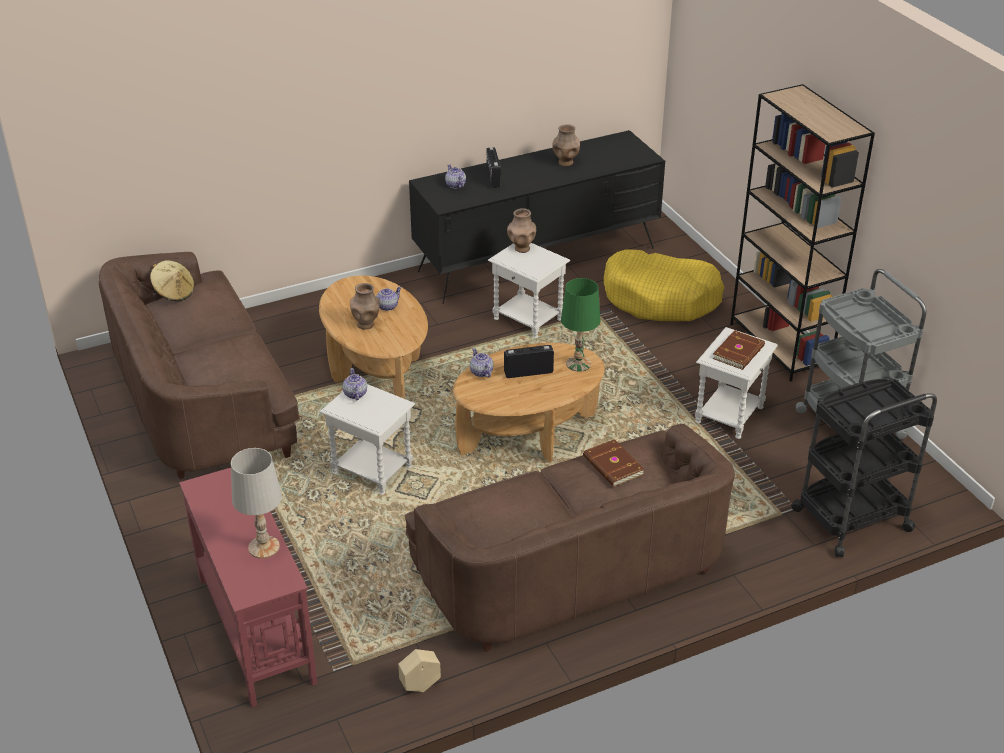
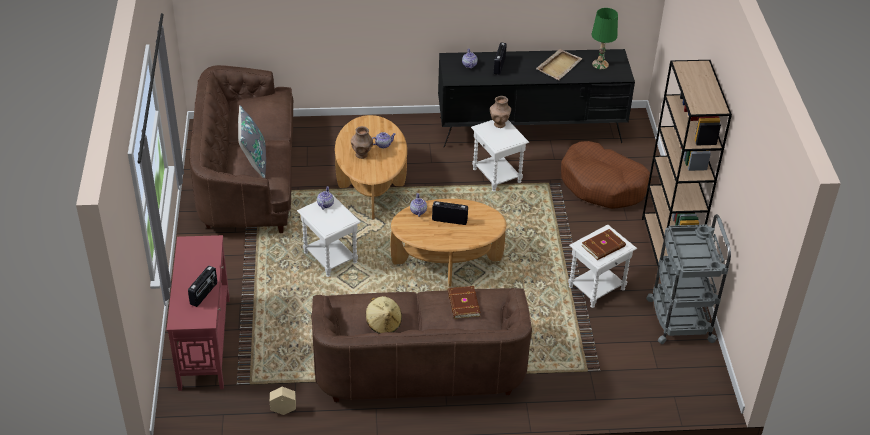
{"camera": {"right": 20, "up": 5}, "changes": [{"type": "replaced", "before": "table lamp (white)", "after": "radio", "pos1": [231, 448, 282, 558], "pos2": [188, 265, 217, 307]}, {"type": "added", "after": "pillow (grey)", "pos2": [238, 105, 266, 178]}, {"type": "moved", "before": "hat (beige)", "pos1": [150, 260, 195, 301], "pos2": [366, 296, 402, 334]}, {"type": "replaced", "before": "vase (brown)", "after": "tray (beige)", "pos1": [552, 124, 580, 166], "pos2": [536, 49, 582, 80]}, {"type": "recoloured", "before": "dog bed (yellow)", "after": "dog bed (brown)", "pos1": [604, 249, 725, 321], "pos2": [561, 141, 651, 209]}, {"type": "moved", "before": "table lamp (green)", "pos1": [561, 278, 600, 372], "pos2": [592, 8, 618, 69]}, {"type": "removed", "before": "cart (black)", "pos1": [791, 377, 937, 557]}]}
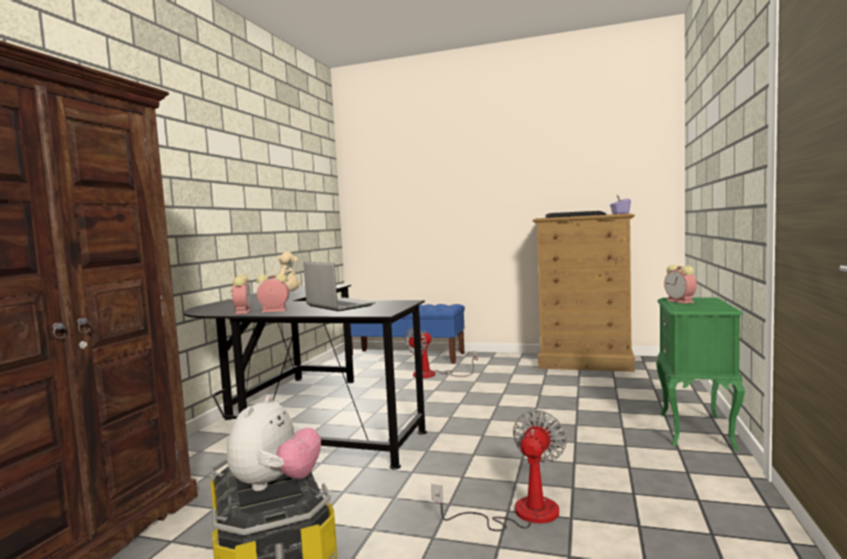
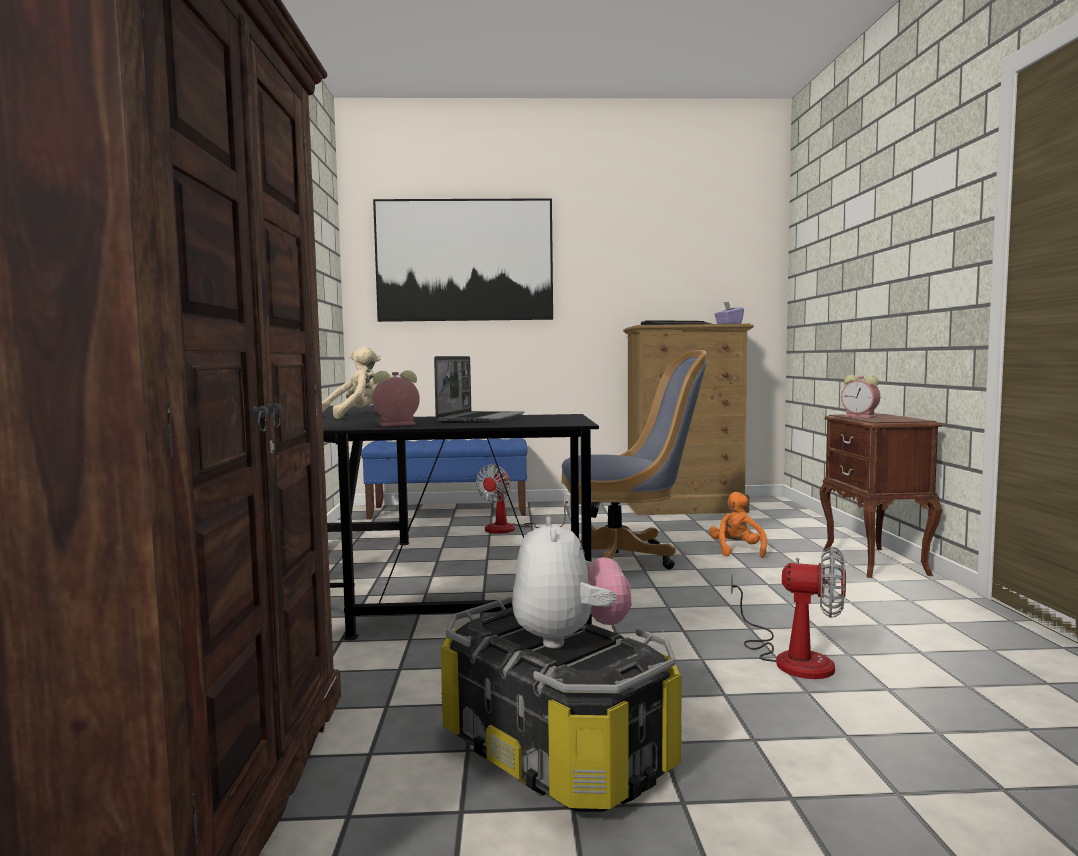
{"camera": {"right": -20, "up": 0}, "changes": [{"type": "added", "after": "picture", "pos2": [373, 198, 553, 322]}, {"type": "turned", "before": "laptop", "pos1": [304, 262, 376, 311], "pos2": [434, 356, 525, 423], "turn": 75}, {"type": "added", "after": "office chair (blue)", "pos2": [562, 350, 707, 570]}, {"type": "added", "after": "plush toy (orange)", "pos2": [709, 492, 767, 558]}, {"type": "turned", "before": "fan", "pos1": [431, 410, 567, 531], "pos2": [731, 546, 846, 679], "turn": 105}, {"type": "recoloured", "before": "nightstand (green)", "after": "nightstand (brown)", "pos1": [656, 297, 745, 451], "pos2": [819, 414, 942, 578]}, {"type": "removed", "before": "alarm clock", "pos1": [230, 275, 251, 314]}]}
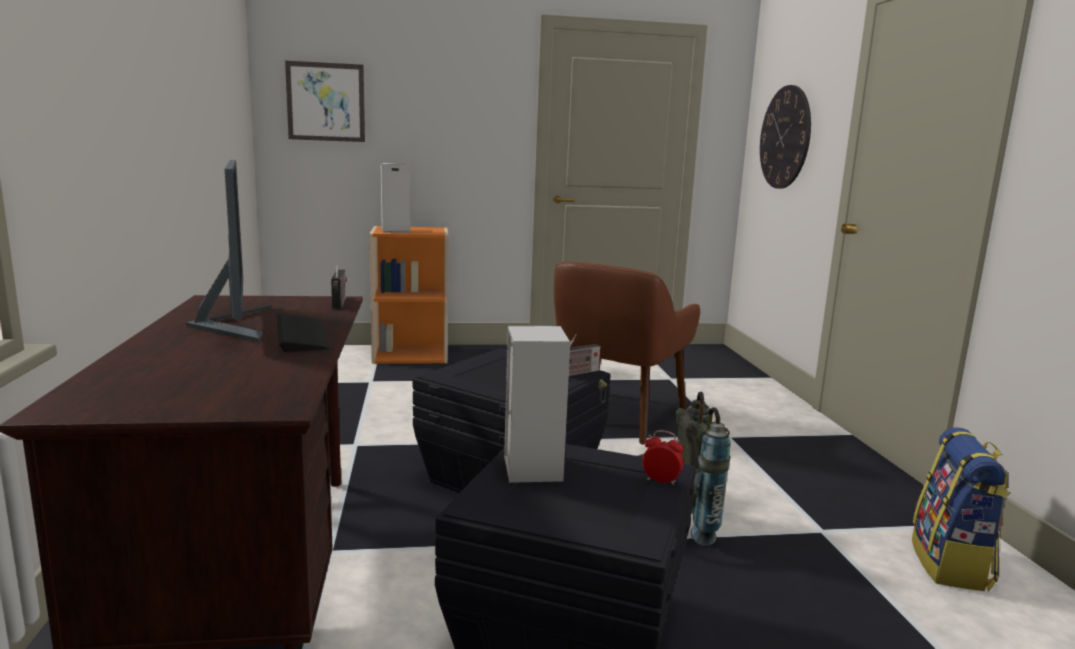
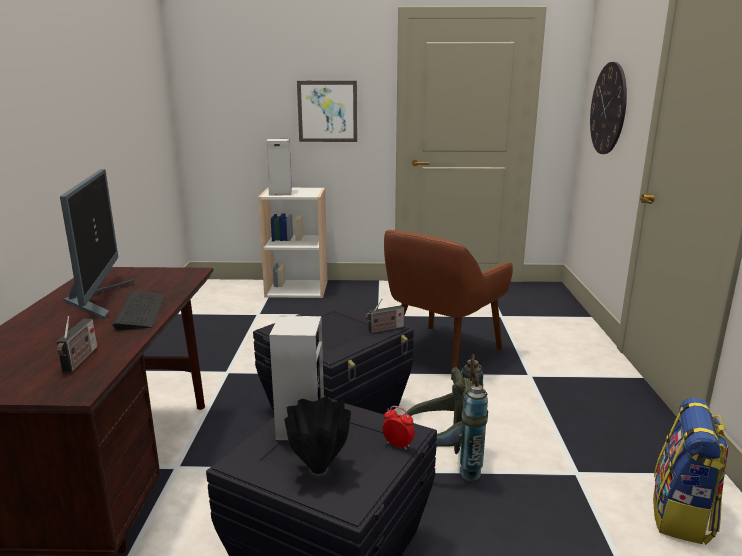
{"camera": {"right": 10, "up": 5}, "changes": [{"type": "moved", "before": "radio", "pos1": [331, 259, 347, 309], "pos2": [56, 316, 97, 372]}, {"type": "recoloured", "before": "bookcase (orange)", "after": "bookcase (white)", "pos1": [369, 226, 449, 364], "pos2": [258, 188, 328, 298]}, {"type": "added", "after": "vase (black)", "pos2": [284, 397, 351, 474]}, {"type": "moved", "before": "picture", "pos1": [285, 61, 365, 142], "pos2": [297, 81, 357, 142]}]}
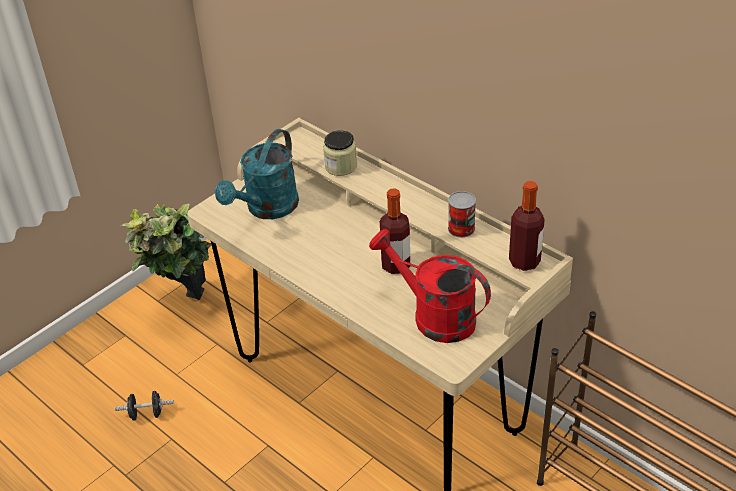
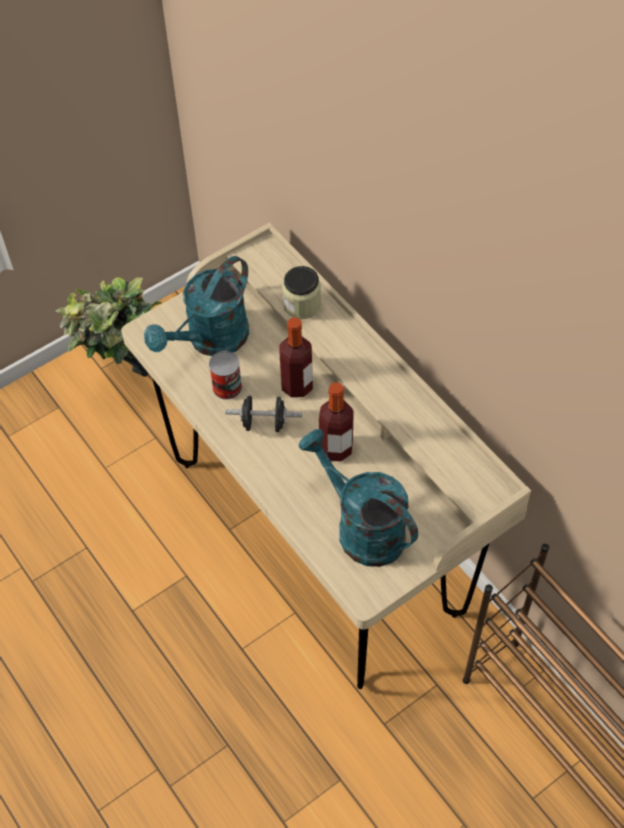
{"camera": {"right": 10, "up": 15}, "changes": [{"type": "moved", "before": "can", "pos1": [448, 191, 476, 238], "pos2": [209, 351, 242, 400]}, {"type": "moved", "before": "dumbbell (black)", "pos1": [115, 391, 174, 421], "pos2": [225, 395, 302, 432]}, {"type": "moved", "before": "bottle", "pos1": [509, 181, 545, 271], "pos2": [279, 318, 313, 398]}, {"type": "recoloured", "before": "watering can (red)", "after": "watering can (turquoise)", "pos1": [369, 229, 491, 343], "pos2": [299, 429, 418, 567]}]}
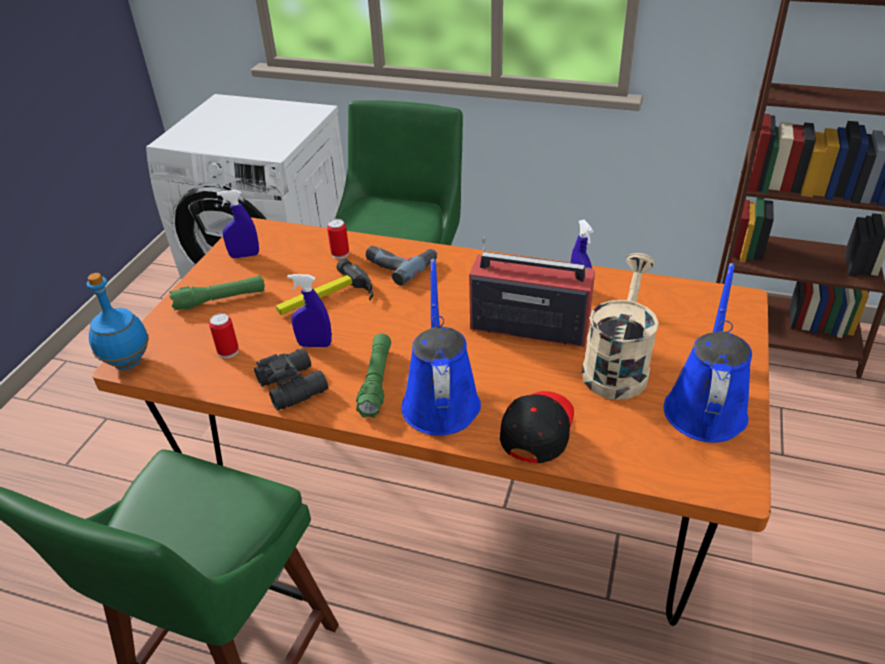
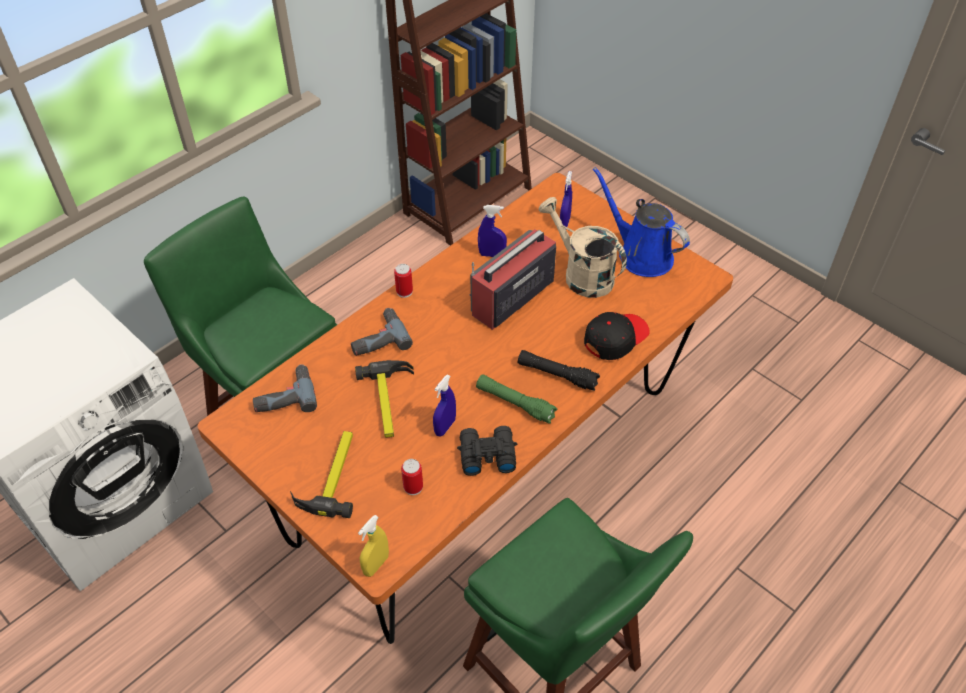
{"camera": {"right": -65, "up": 10}, "changes": [{"type": "added", "after": "power drill", "pos2": [253, 364, 317, 412]}, {"type": "replaced", "before": "flashlight (green)", "after": "hammer", "pos1": [169, 275, 265, 310], "pos2": [290, 431, 353, 518]}, {"type": "replaced", "before": "bottle (blue)", "after": "spray bottle (yellow)", "pos1": [87, 273, 149, 370], "pos2": [358, 515, 389, 577]}, {"type": "moved", "before": "can", "pos1": [327, 219, 349, 259], "pos2": [394, 264, 413, 298]}, {"type": "replaced", "before": "watering can (blue)", "after": "flashlight (black)", "pos1": [401, 259, 481, 436], "pos2": [518, 350, 600, 391]}, {"type": "moved", "before": "spray bottle (blue)", "pos1": [217, 190, 259, 258], "pos2": [560, 171, 572, 227]}, {"type": "turned", "before": "cap (black)", "pos1": [500, 391, 574, 463], "pos2": [584, 312, 650, 360], "turn": 90}]}
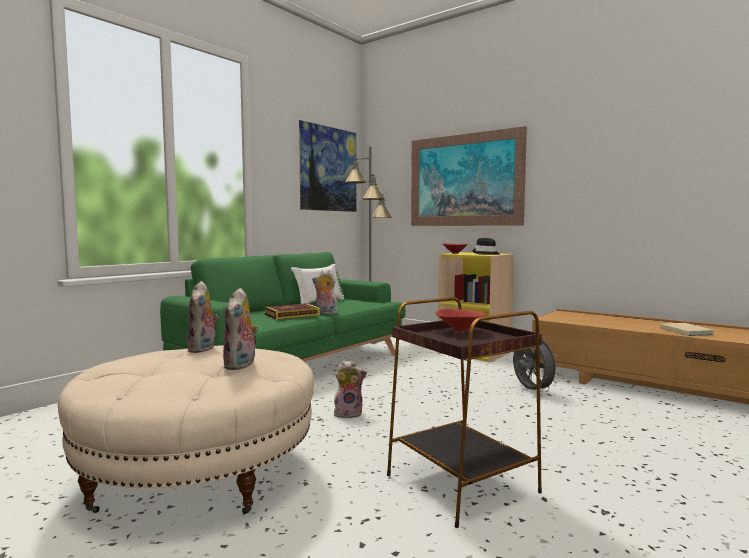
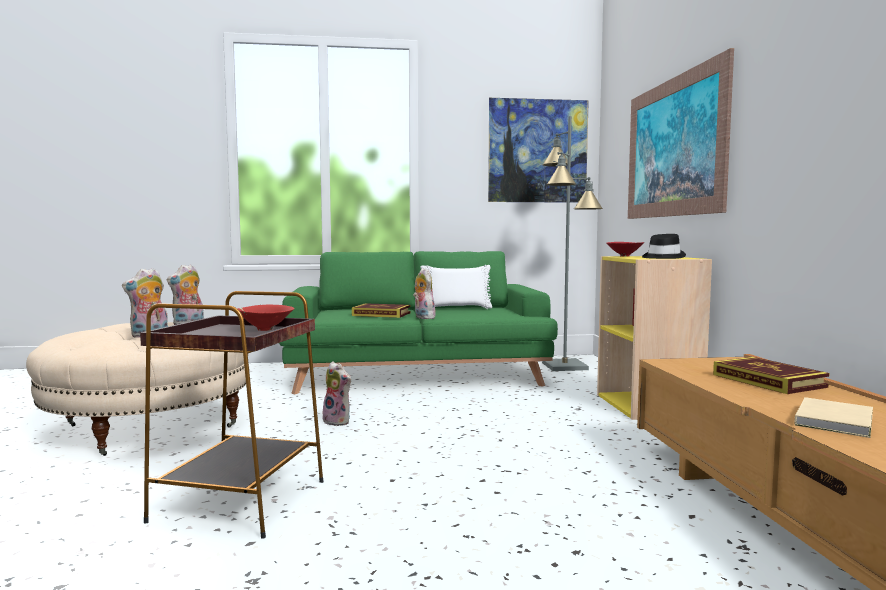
{"camera": {"right": 45, "up": 0}, "changes": [{"type": "added", "after": "book", "pos2": [713, 357, 829, 394]}, {"type": "removed", "before": "fan (grey)", "pos1": [513, 336, 560, 392]}]}
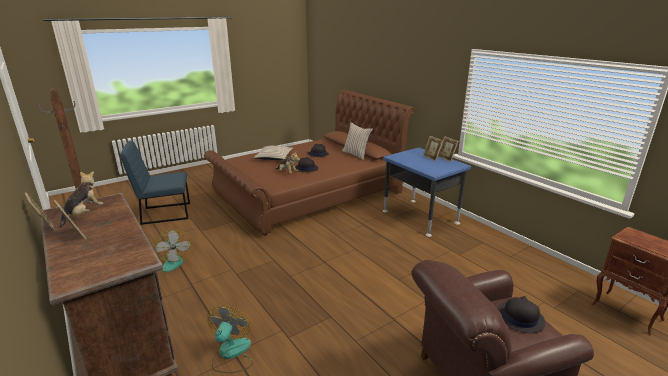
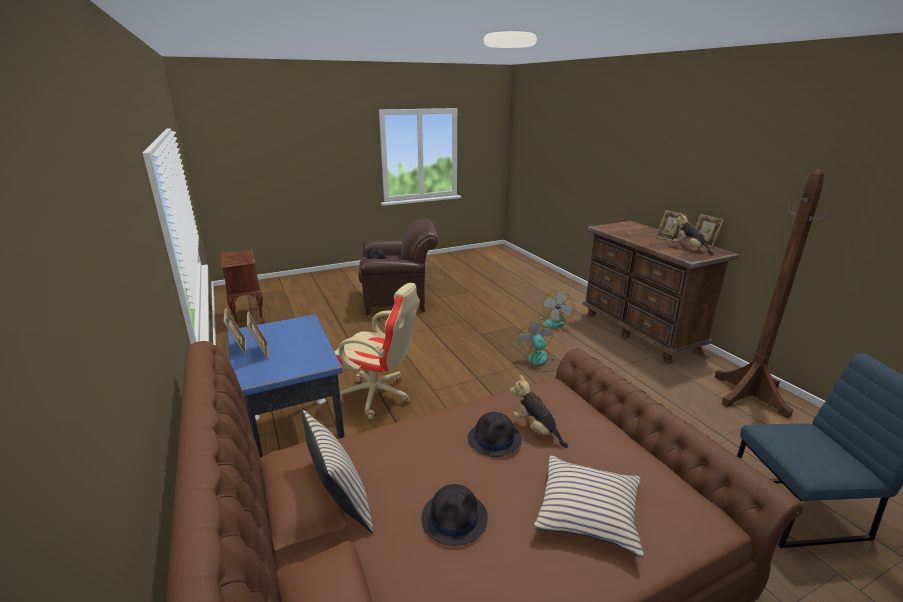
{"camera": {"right": -170, "up": 0}, "changes": [{"type": "added", "after": "office chair (beige)", "pos2": [334, 283, 420, 419]}, {"type": "moved", "before": "fan", "pos1": [154, 229, 191, 272], "pos2": [518, 320, 560, 372]}, {"type": "turned", "before": "plush toy", "pos1": [60, 171, 103, 228], "pos2": [673, 213, 714, 255], "turn": 120}]}
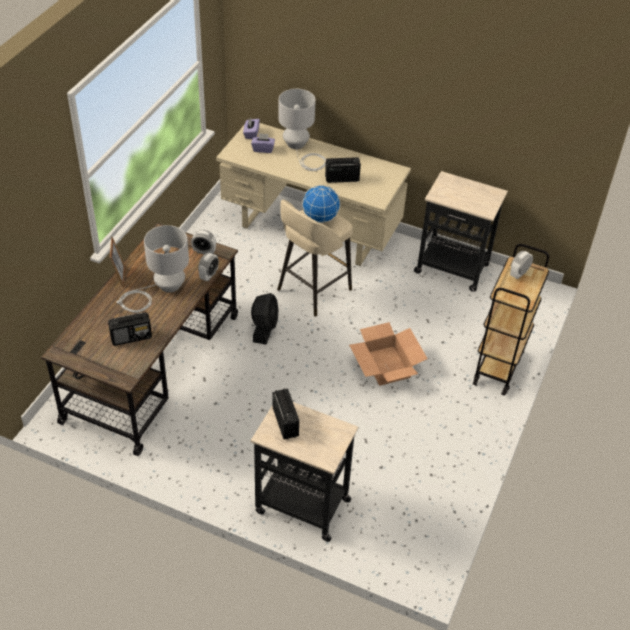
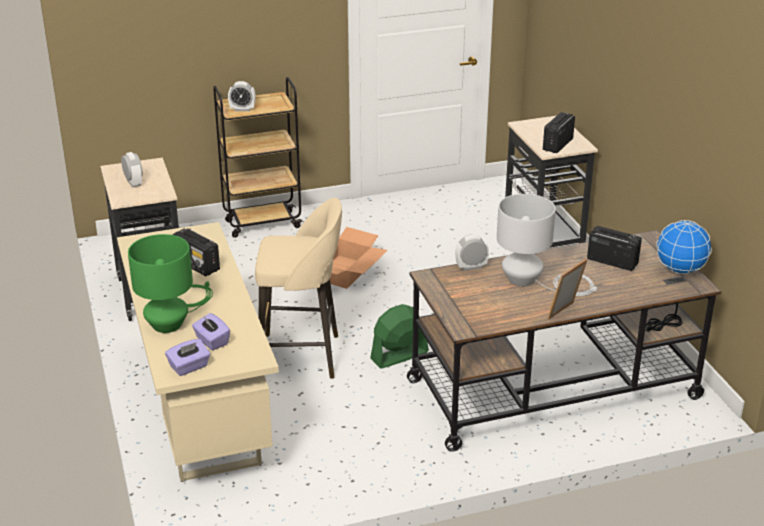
{"camera": {"right": -130, "up": -15}, "changes": [{"type": "moved", "before": "alarm clock", "pos1": [191, 230, 216, 254], "pos2": [121, 152, 143, 187]}, {"type": "recoloured", "before": "table lamp (grey)", "after": "table lamp (green)", "pos1": [278, 89, 326, 172], "pos2": [128, 234, 213, 333]}, {"type": "recoloured", "before": "fan (black)", "after": "fan (green)", "pos1": [251, 293, 278, 345], "pos2": [370, 304, 429, 369]}, {"type": "moved", "before": "globe", "pos1": [302, 185, 340, 223], "pos2": [656, 220, 712, 274]}]}
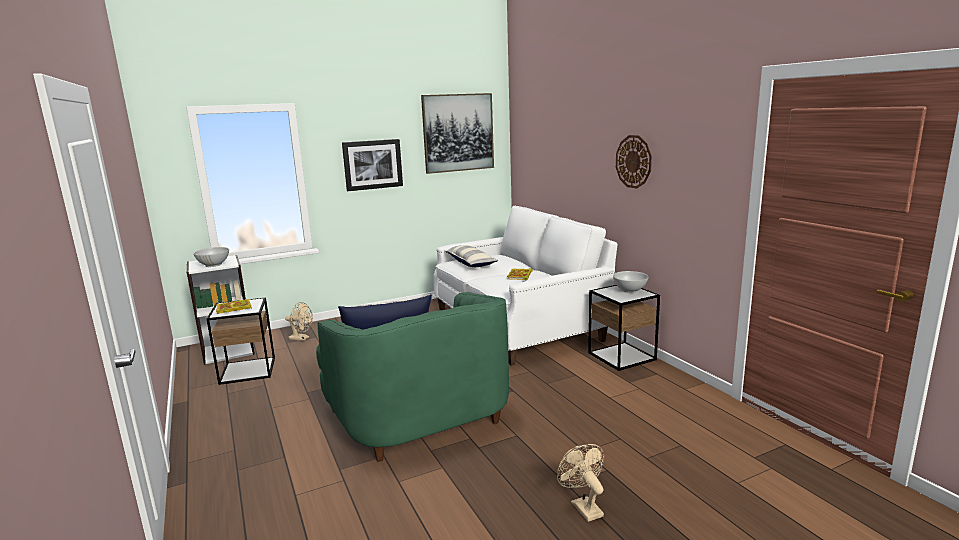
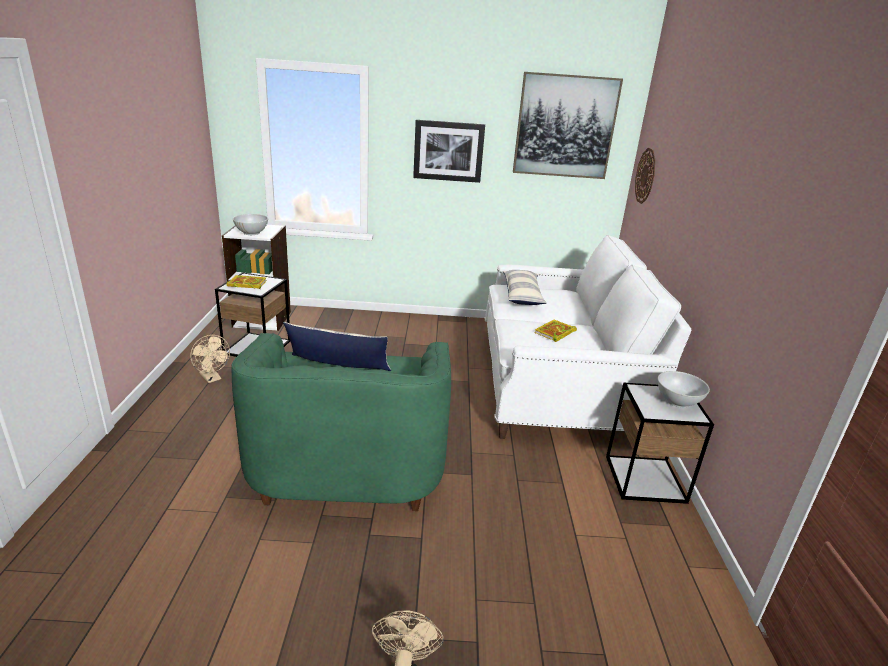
{"camera": {"right": 25, "up": 10}, "changes": [{"type": "moved", "before": "fan (beige)", "pos1": [285, 302, 313, 341], "pos2": [190, 335, 230, 383]}, {"type": "moved", "before": "wall clock", "pos1": [616, 135, 652, 189], "pos2": [635, 148, 655, 204]}]}
